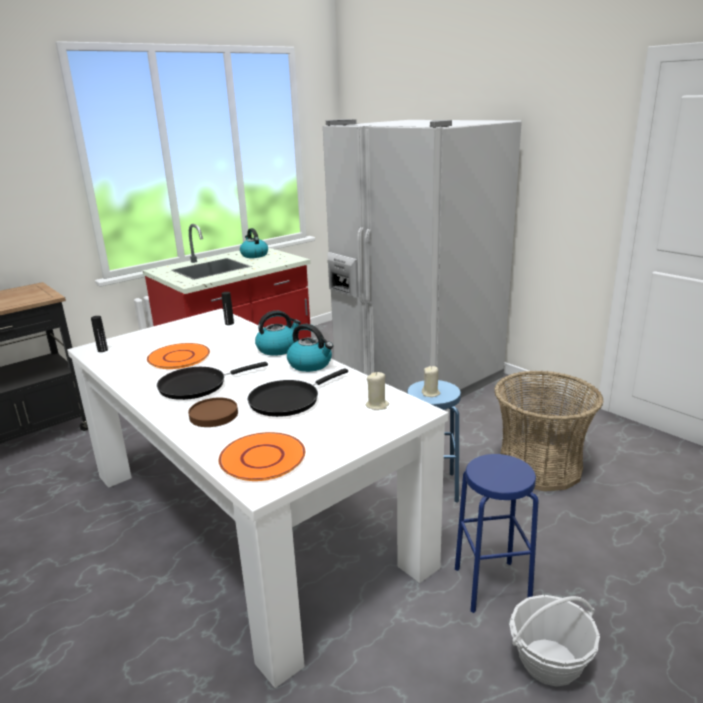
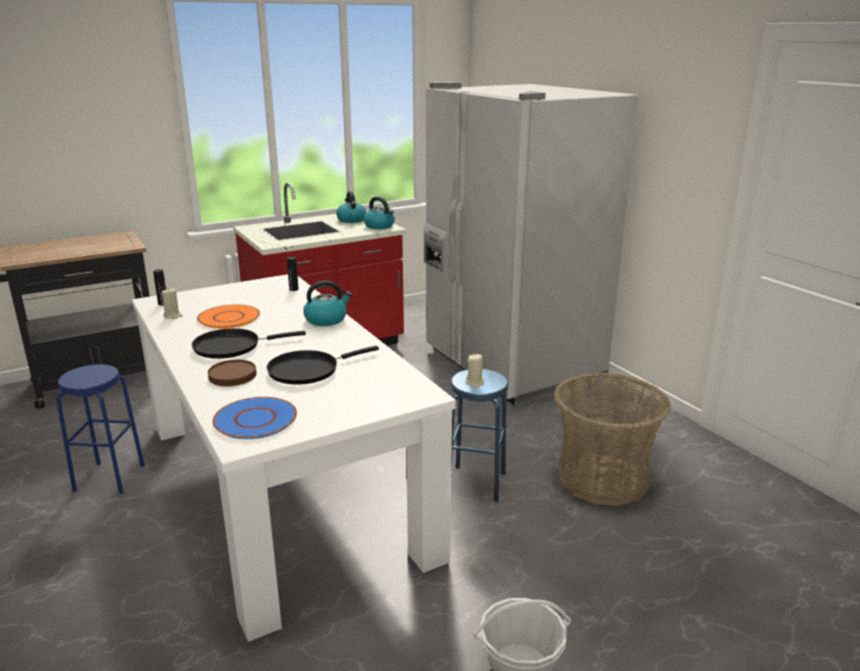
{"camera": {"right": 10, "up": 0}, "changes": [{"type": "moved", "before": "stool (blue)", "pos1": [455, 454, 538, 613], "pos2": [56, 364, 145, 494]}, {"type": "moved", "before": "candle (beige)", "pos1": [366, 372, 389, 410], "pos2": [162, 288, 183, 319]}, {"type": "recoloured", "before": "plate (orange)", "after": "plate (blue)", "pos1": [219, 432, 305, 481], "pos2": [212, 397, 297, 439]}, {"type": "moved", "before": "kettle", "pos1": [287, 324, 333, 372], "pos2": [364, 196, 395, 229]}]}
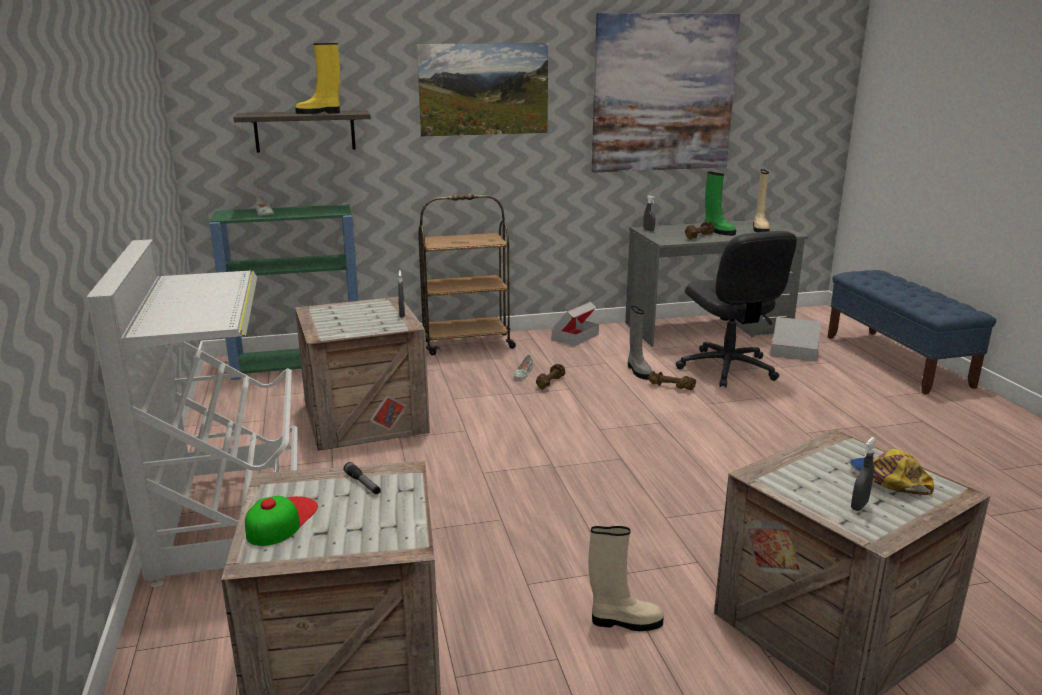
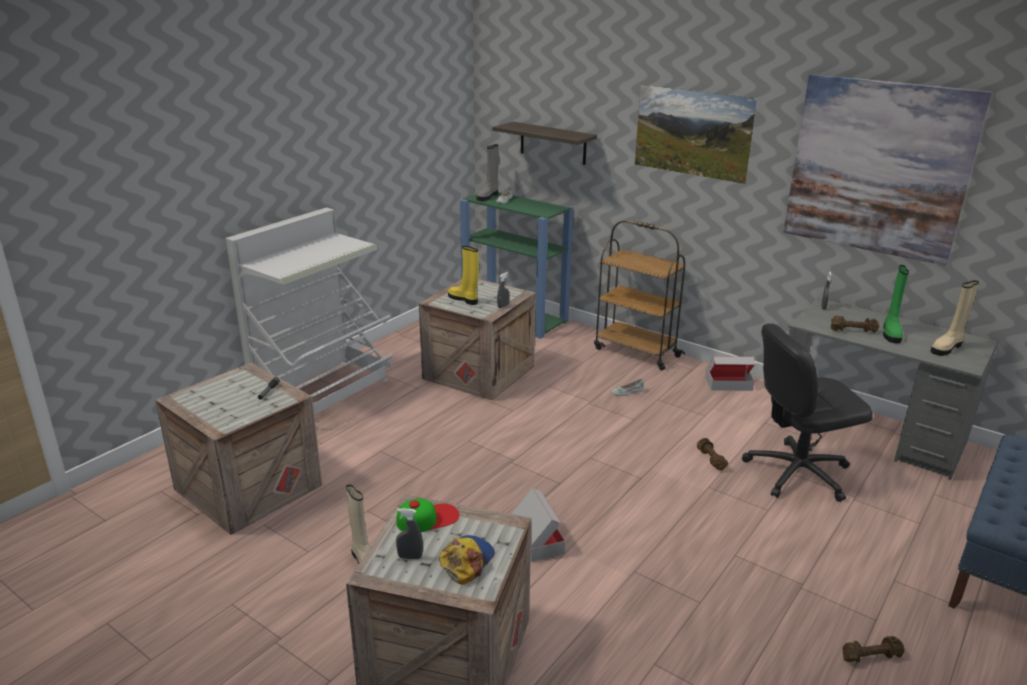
{"camera": {"right": 50, "up": 5}, "changes": [{"type": "moved", "before": "cap", "pos1": [245, 496, 318, 546], "pos2": [396, 498, 460, 532]}, {"type": "moved", "before": "boot (yellow)", "pos1": [295, 43, 340, 114], "pos2": [448, 246, 479, 305]}, {"type": "moved", "before": "boot (grey)", "pos1": [628, 306, 653, 380], "pos2": [476, 144, 499, 201]}, {"type": "moved", "before": "cardboard box", "pos1": [770, 317, 821, 361], "pos2": [511, 488, 565, 562]}, {"type": "turned", "before": "office chair (black)", "pos1": [676, 231, 797, 388], "pos2": [742, 323, 873, 502], "turn": 45}, {"type": "moved", "before": "dumbbell (brown)", "pos1": [536, 364, 565, 390], "pos2": [843, 636, 905, 662]}]}
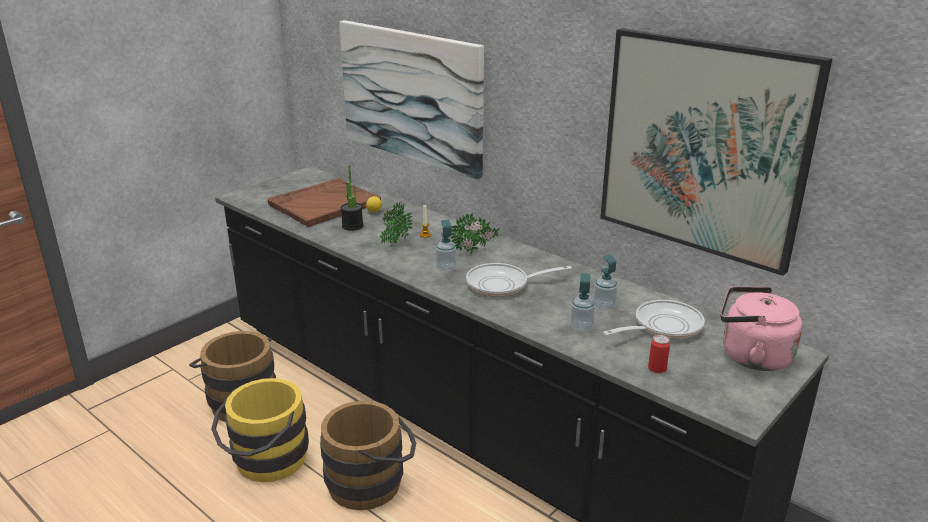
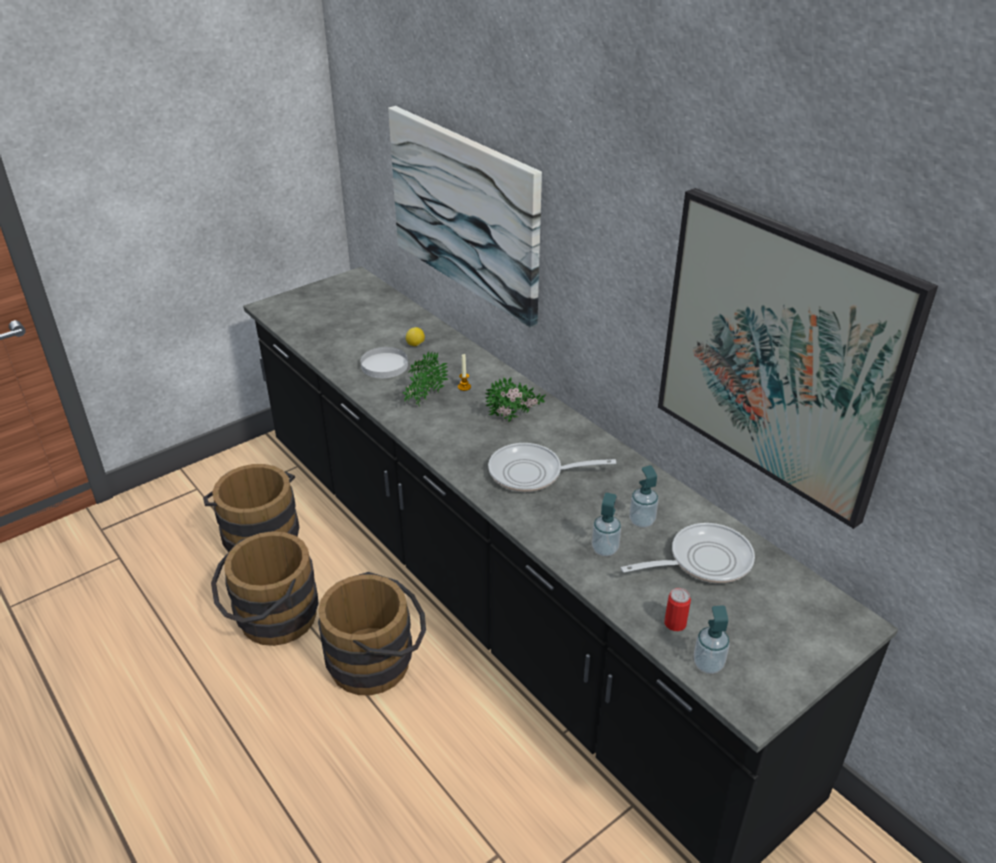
{"camera": {"right": 10, "up": 10}, "changes": [{"type": "recoloured", "before": "bucket (yellow)", "after": "bucket (brown)", "pos1": [211, 378, 309, 482], "pos2": [211, 531, 319, 646]}, {"type": "replaced", "before": "potted plant", "after": "plate (white)", "pos1": [341, 165, 363, 231], "pos2": [360, 347, 408, 378]}, {"type": "moved", "before": "soap dispenser", "pos1": [436, 220, 456, 271], "pos2": [694, 605, 730, 674]}, {"type": "removed", "before": "tray (brown)", "pos1": [267, 178, 381, 227]}, {"type": "removed", "before": "kettle (pink)", "pos1": [721, 287, 802, 371]}]}
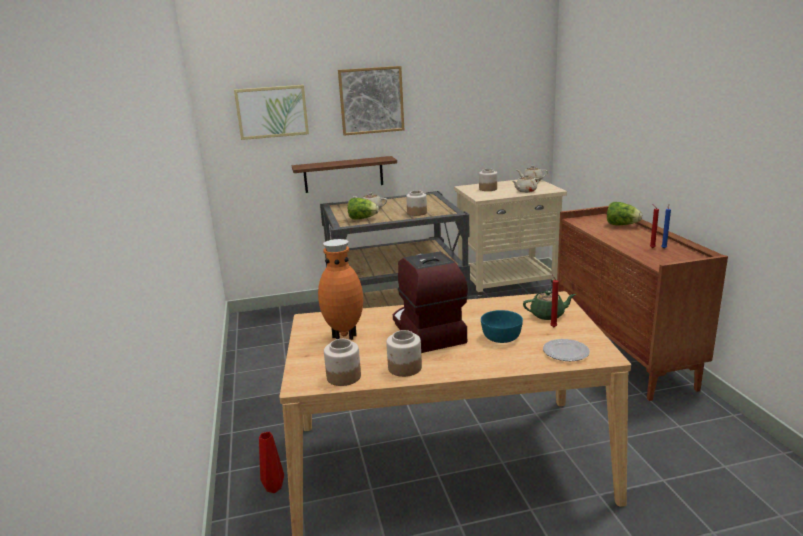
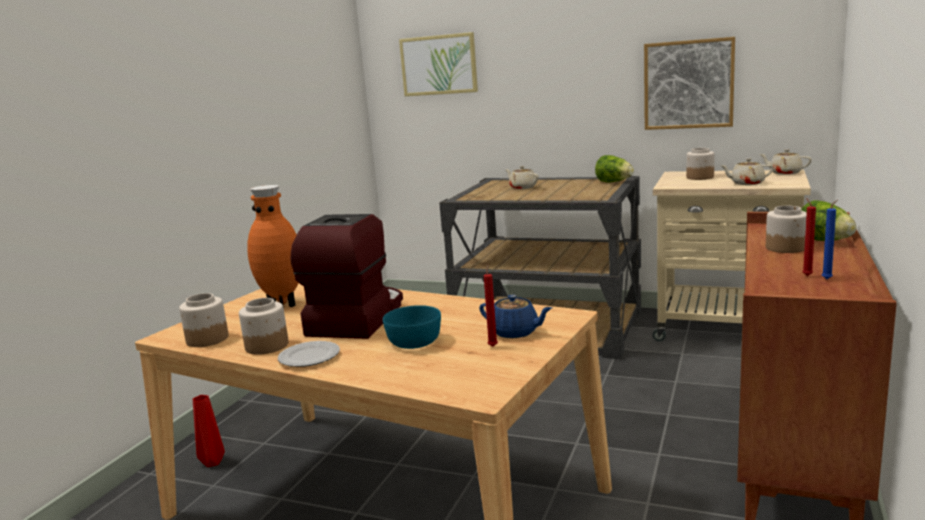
{"camera": {"right": 35, "up": -5}, "changes": [{"type": "moved", "before": "plate", "pos1": [543, 339, 590, 361], "pos2": [278, 341, 340, 367]}, {"type": "recoloured", "before": "teapot (green)", "after": "teapot (blue)", "pos1": [523, 291, 576, 320], "pos2": [479, 295, 552, 338]}, {"type": "moved", "before": "lettuce", "pos1": [348, 198, 379, 220], "pos2": [595, 155, 634, 183]}, {"type": "moved", "before": "picture", "pos1": [338, 66, 404, 136], "pos2": [644, 37, 735, 130]}, {"type": "moved", "before": "jar", "pos1": [406, 191, 427, 216], "pos2": [766, 206, 807, 253]}, {"type": "removed", "before": "shelf (brown)", "pos1": [292, 156, 397, 193]}]}
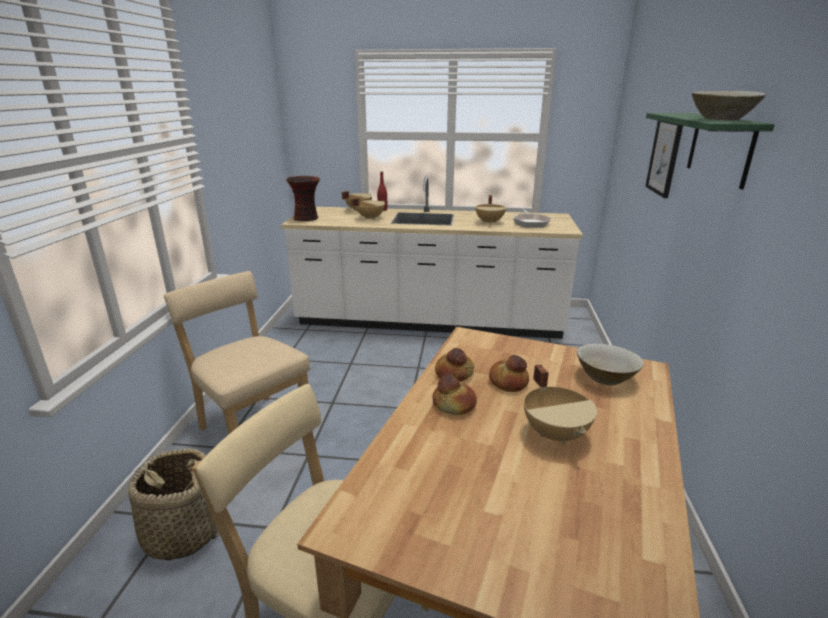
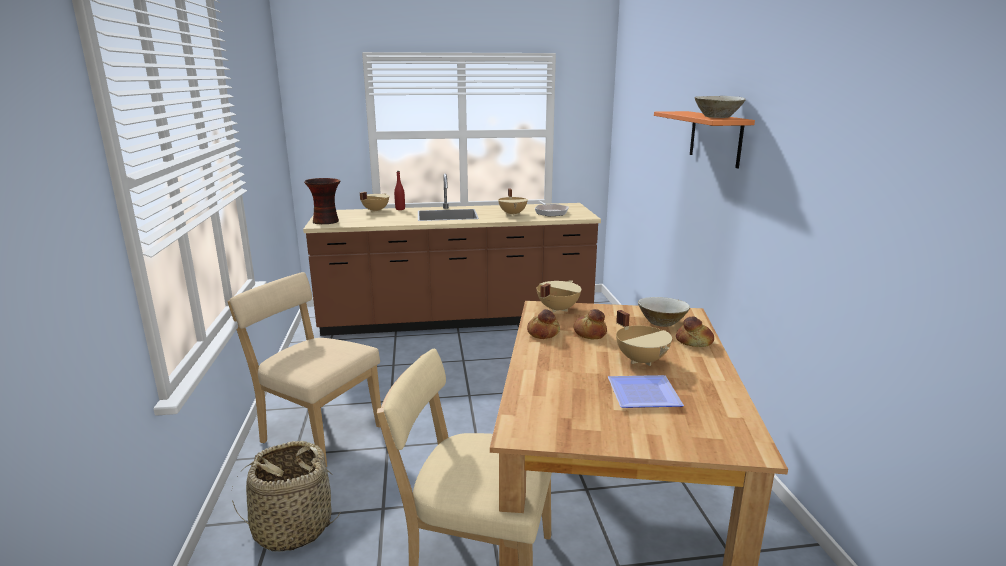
{"camera": {"right": -15, "up": -5}, "changes": [{"type": "recoloured", "before": "counter (white)", "after": "counter (brown)", "pos1": [281, 176, 583, 339], "pos2": [303, 174, 601, 336]}, {"type": "moved", "before": "cooking pot (beige)", "pos1": [351, 198, 385, 220], "pos2": [537, 280, 581, 313]}, {"type": "added", "after": "plate", "pos2": [608, 375, 684, 408]}, {"type": "recoloured", "before": "shelf (green)", "after": "shelf (orange)", "pos1": [646, 113, 775, 189], "pos2": [654, 111, 755, 168]}, {"type": "moved", "before": "bread", "pos1": [432, 374, 477, 415], "pos2": [676, 317, 714, 347]}, {"type": "removed", "before": "picture", "pos1": [645, 121, 683, 198]}]}
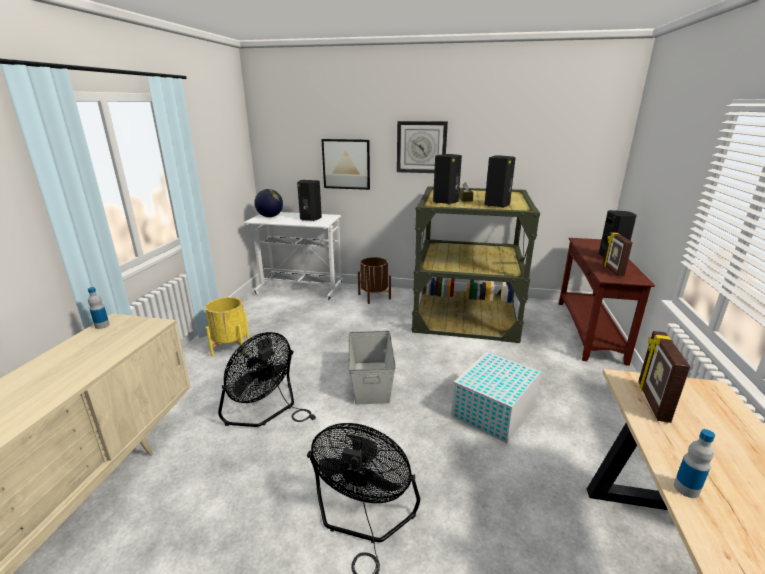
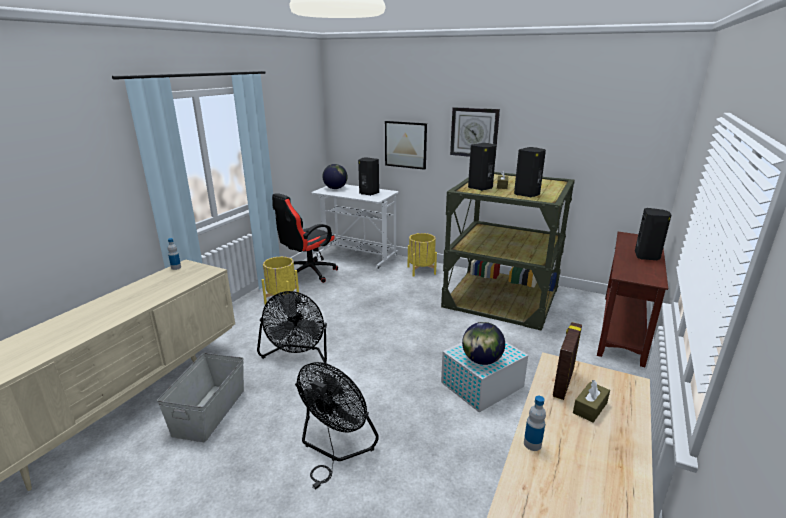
{"camera": {"right": 15, "up": 0}, "changes": [{"type": "moved", "before": "storage box (grey)", "pos1": [348, 331, 396, 405], "pos2": [157, 353, 244, 442]}, {"type": "turned", "before": "fan (black)", "pos1": [218, 332, 316, 427], "pos2": [257, 291, 327, 364], "turn": -135}, {"type": "added", "after": "office chair (black)", "pos2": [272, 193, 338, 283]}, {"type": "recoloured", "before": "planter (brown)", "after": "planter (yellow)", "pos1": [358, 257, 391, 304], "pos2": [408, 233, 437, 277]}, {"type": "added", "after": "globe", "pos2": [462, 322, 505, 365]}, {"type": "added", "after": "tissue box (brown)", "pos2": [573, 380, 610, 423]}, {"type": "removed", "before": "picture frame", "pos1": [603, 232, 633, 276]}]}
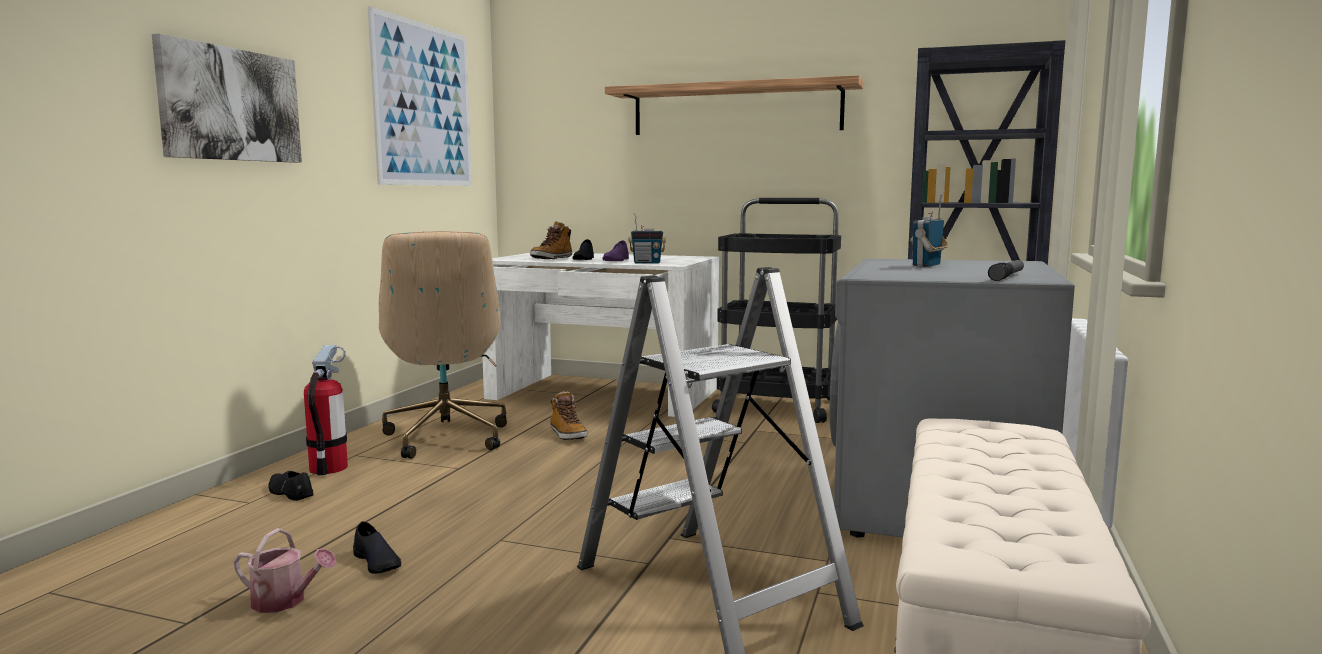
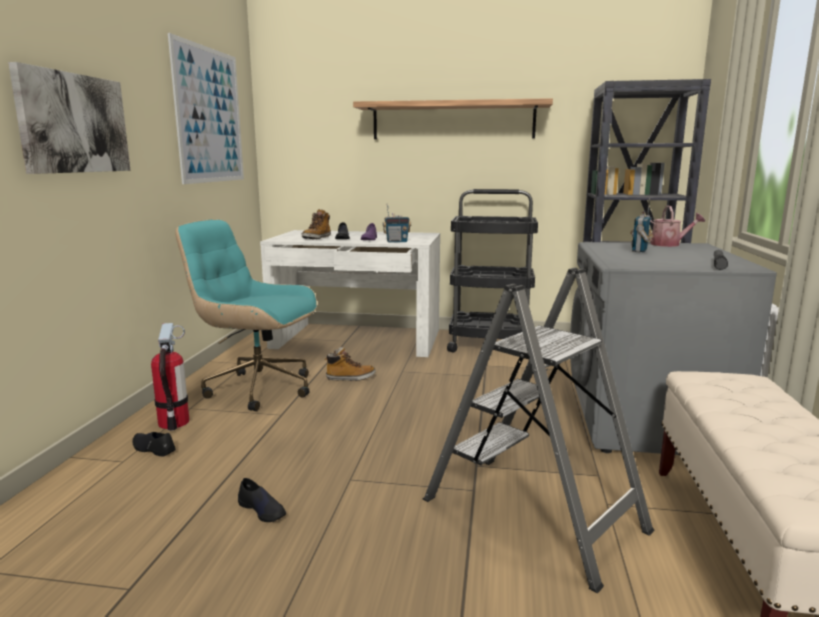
{"camera": {"right": -10, "up": 5}, "changes": [{"type": "turned", "before": "office chair (turquoise)", "pos1": [379, 231, 507, 459], "pos2": [176, 219, 317, 411], "turn": 135}, {"type": "turned", "before": "boot", "pos1": [550, 391, 588, 440], "pos2": [325, 347, 376, 381], "turn": -60}, {"type": "moved", "before": "watering can", "pos1": [233, 528, 337, 613], "pos2": [649, 205, 705, 247]}]}
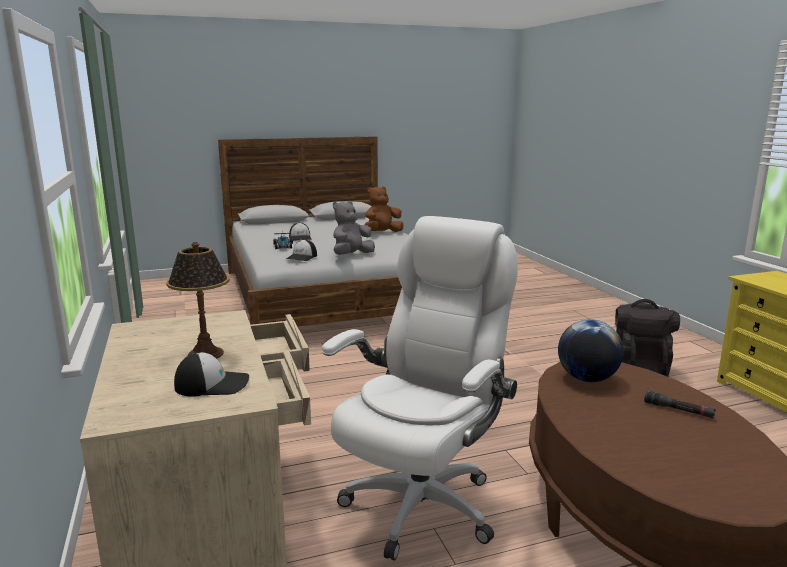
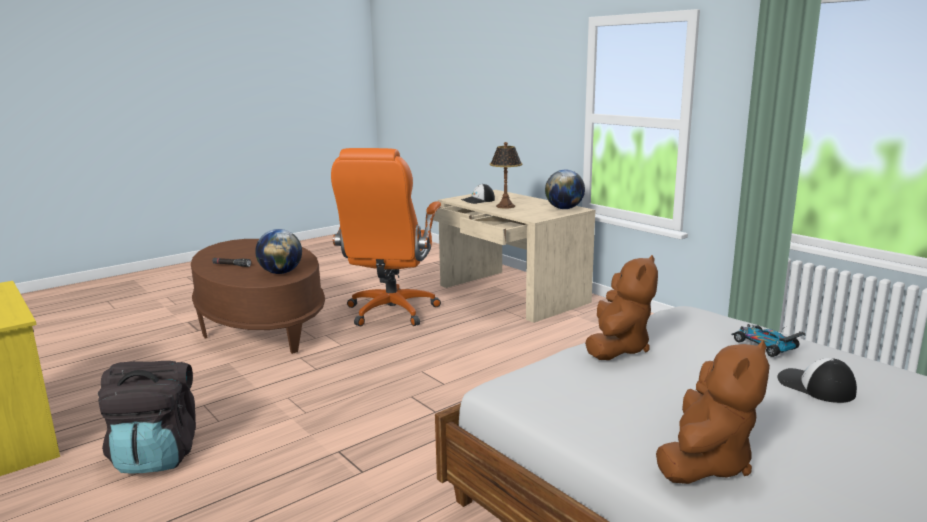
{"camera": {"right": 160, "up": 0}, "changes": [{"type": "recoloured", "before": "office chair (white)", "after": "office chair (orange)", "pos1": [322, 216, 518, 561], "pos2": [331, 148, 441, 326]}, {"type": "added", "after": "globe", "pos2": [545, 170, 585, 209]}, {"type": "recoloured", "before": "plush toy (grey)", "after": "plush toy (brown)", "pos1": [333, 201, 375, 255], "pos2": [585, 255, 658, 360]}, {"type": "removed", "before": "cap", "pos1": [286, 239, 317, 261]}]}
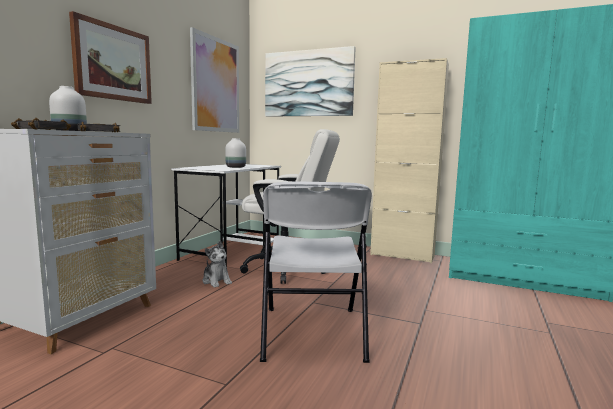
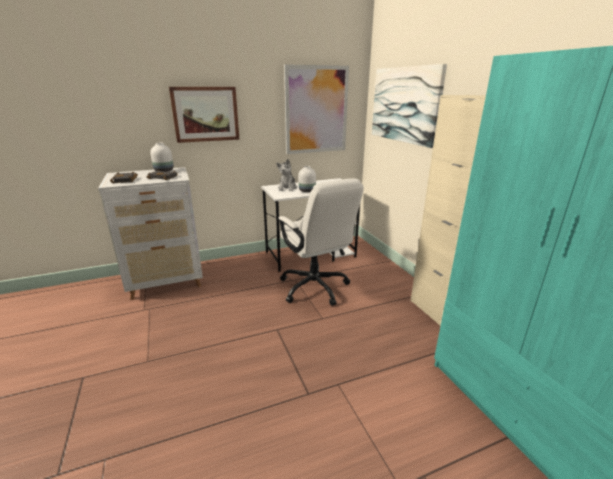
{"camera": {"right": 45, "up": 15}, "changes": [{"type": "moved", "before": "plush toy", "pos1": [202, 241, 232, 288], "pos2": [277, 159, 297, 191]}, {"type": "removed", "before": "chair (white)", "pos1": [260, 181, 372, 363]}]}
